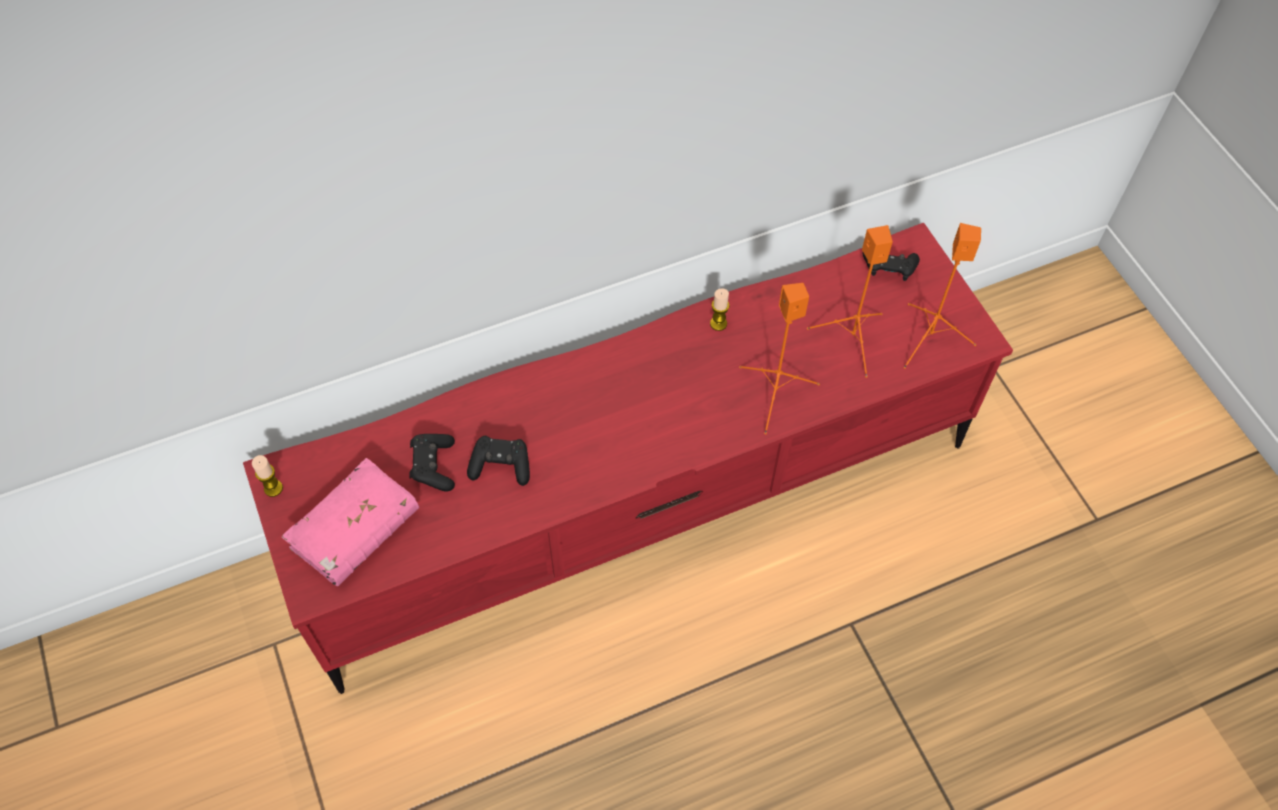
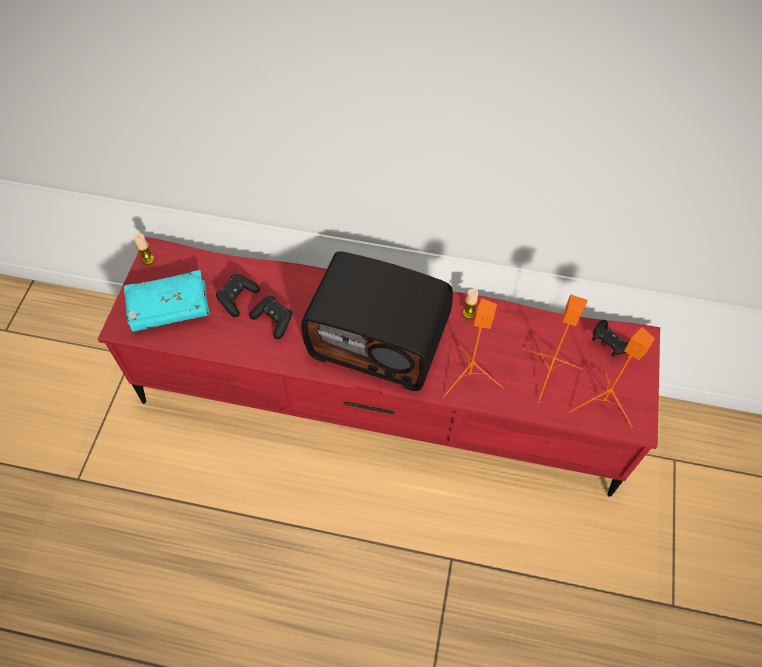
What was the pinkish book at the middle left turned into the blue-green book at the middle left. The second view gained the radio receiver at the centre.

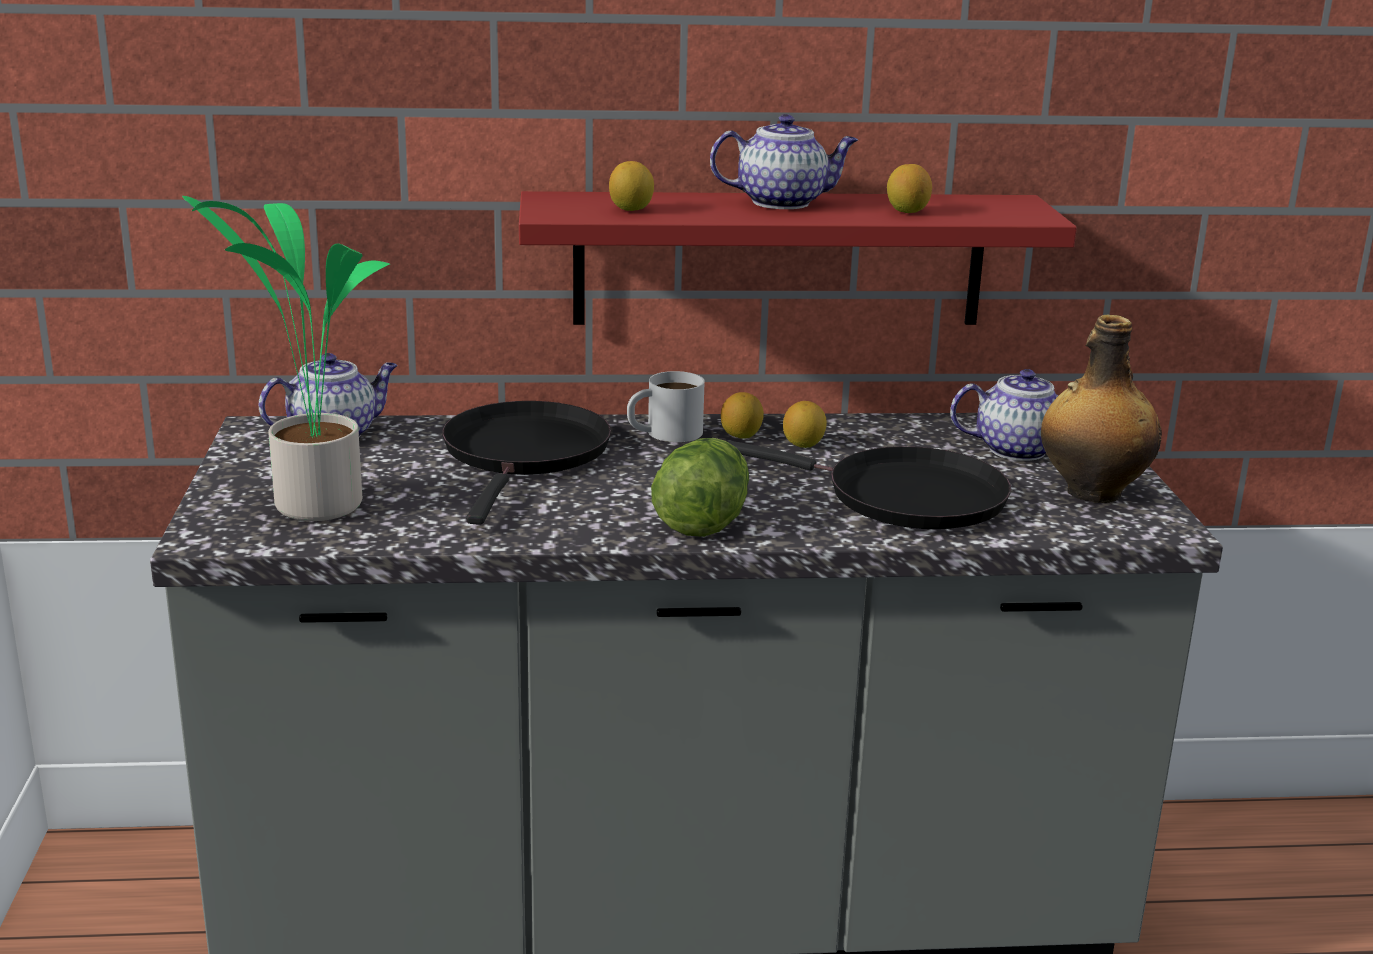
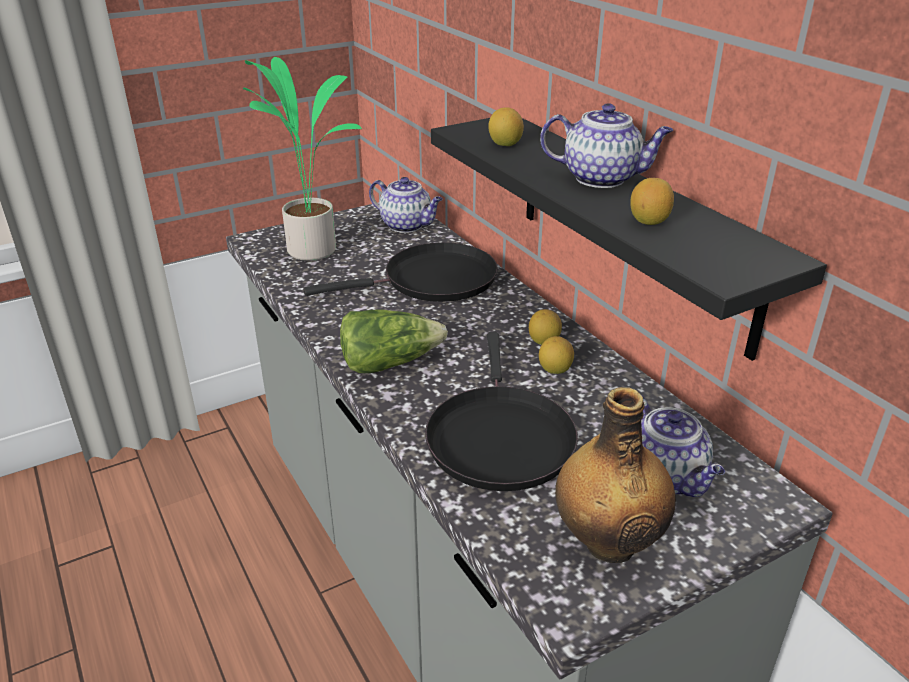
What was the reddish shelf at the top centre turned into the black shelf at the middle right. The second view lost the white mug at the centre. The tea pot (no. 2 from left) at the top centre ended up facing another way, 45 degrees counterclockwise from before.

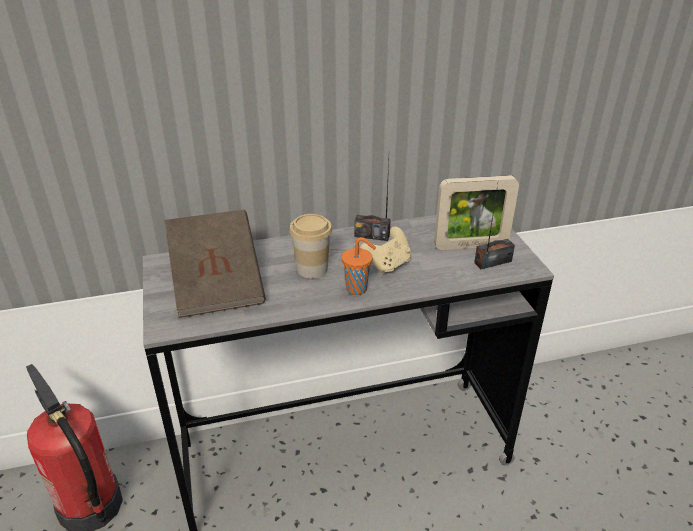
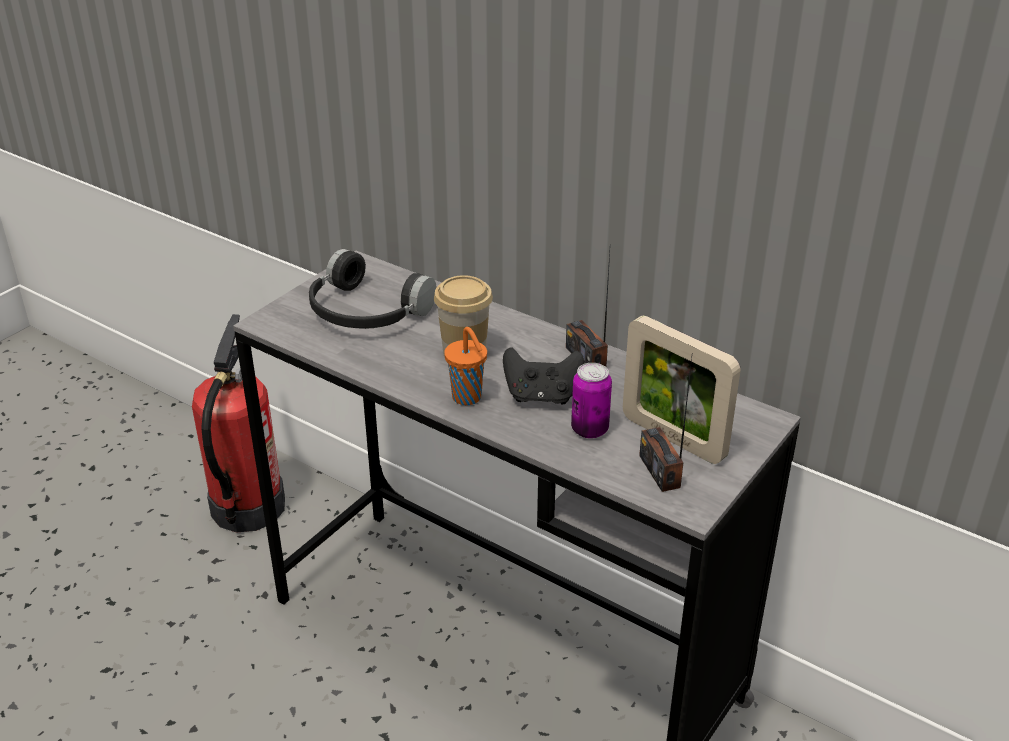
Where the brownish book stood at the middle left, the black headset came to stand at the centre. What was the beige-coloured joypad at the centre turned into the black joypad at the centre. The radio receiver (no. 2 from left) at the middle right ended up facing another way, 135 degrees counterclockwise from before. The second view gained the sealed can at the centre.

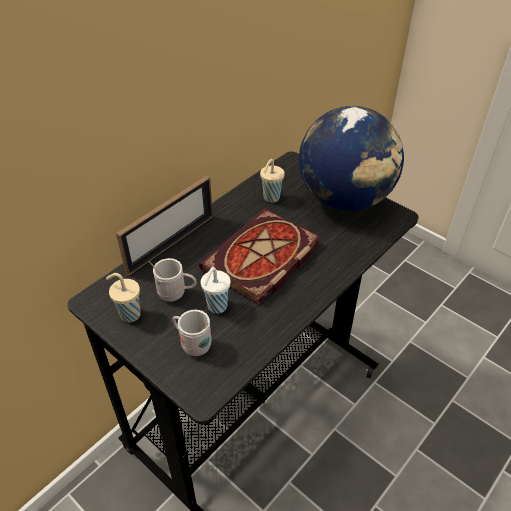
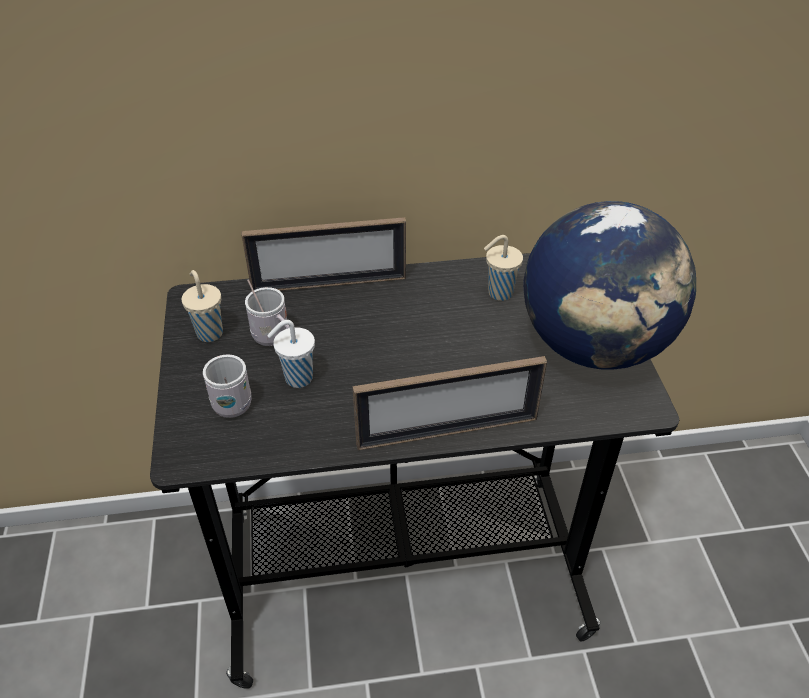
The second view lost the book at the centre. The second view gained the picture frame (no. 2 from left) at the centre.

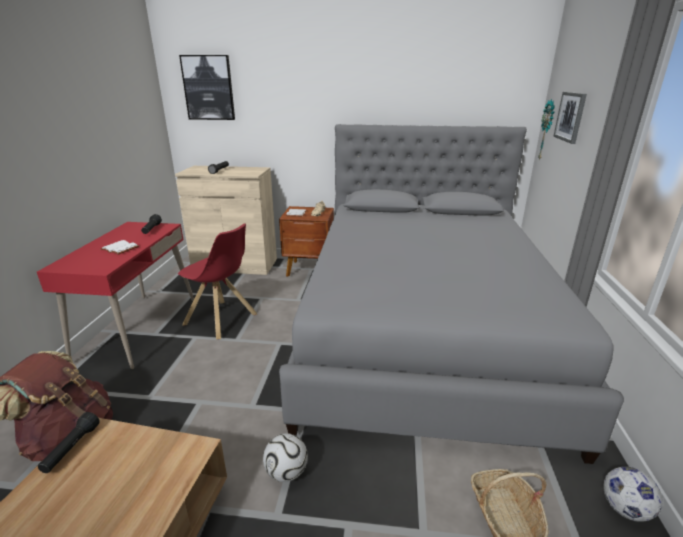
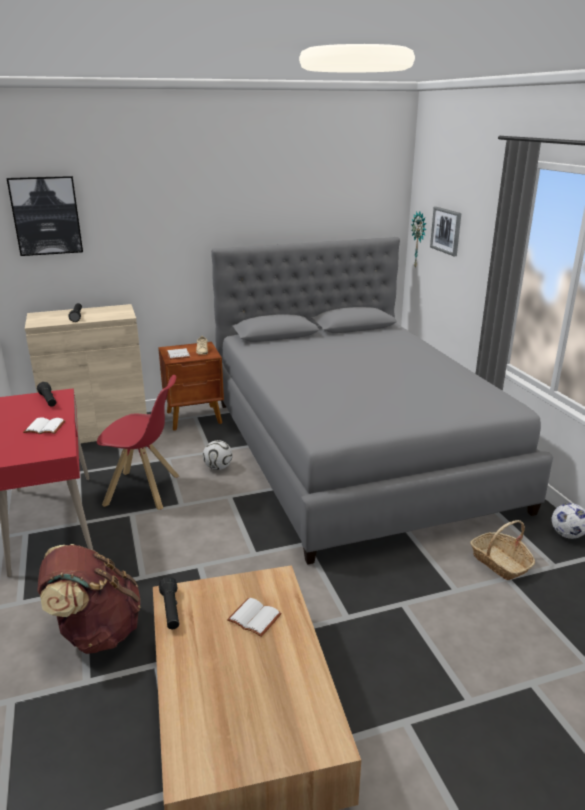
The football ball (no. 1 from left) ended up elsewhere, having gone from the bottom centre to the centre. The second view gained the white book (no. 3 from left) at the bottom centre.

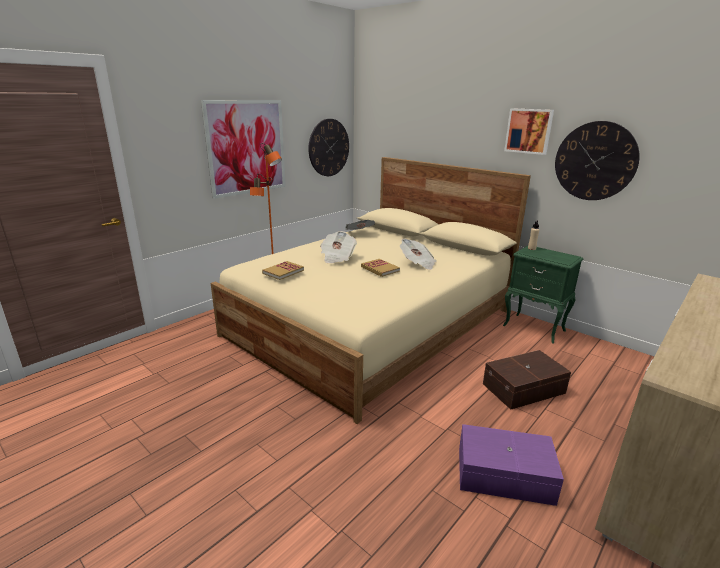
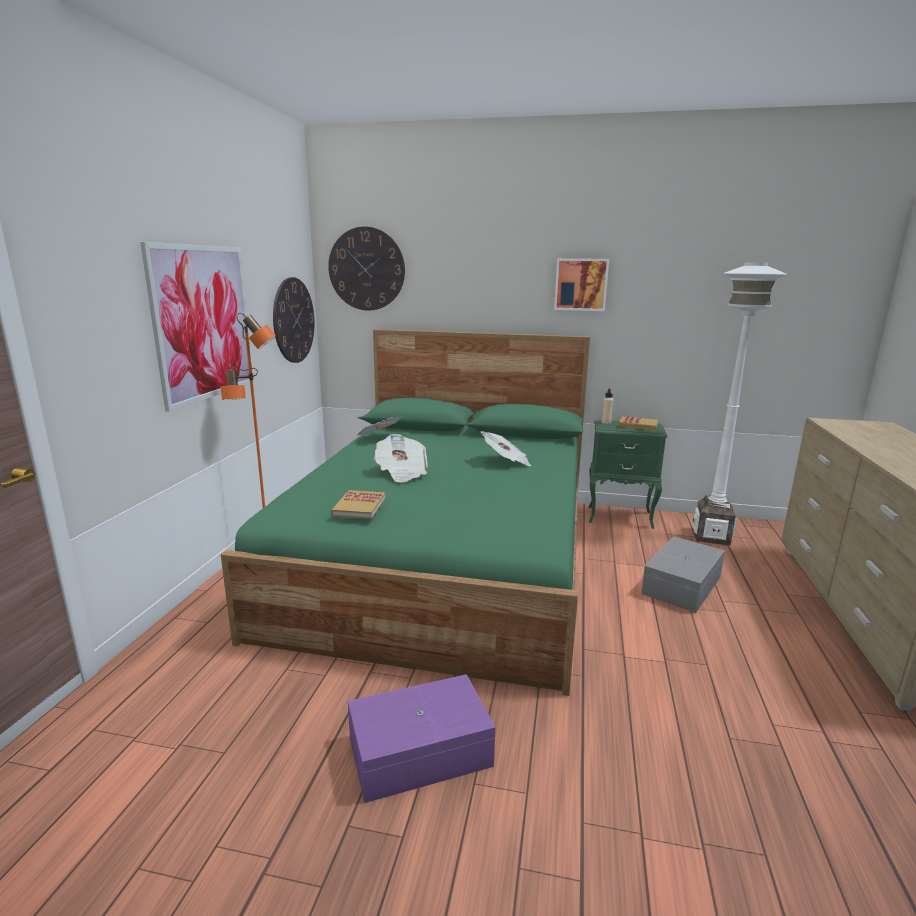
What was the beige-coloured bedroom bed at the centre turned into the green bedroom bed at the centre. The book (no. 2 from left) ended up elsewhere, having gone from the centre to the middle right. The purplish storage bin ended up elsewhere, having gone from the bottom right to the bottom centre. What was the brownish storage bin at the bottom right turned into the greyish storage bin at the middle right. The clock on the wall (no. 2 from left) ended up elsewhere, having gone from the top right to the top centre. The second view gained the white standard lamp at the middle right.

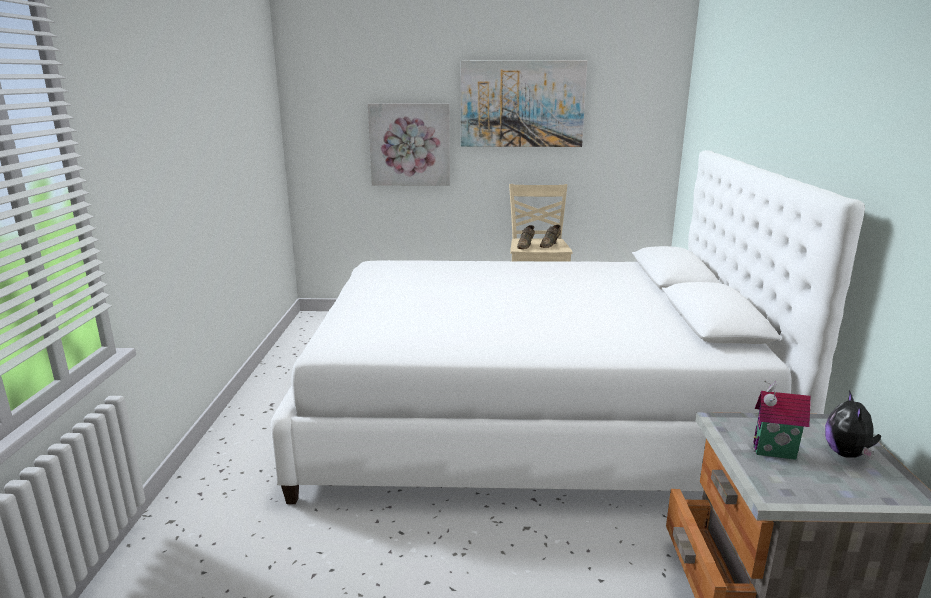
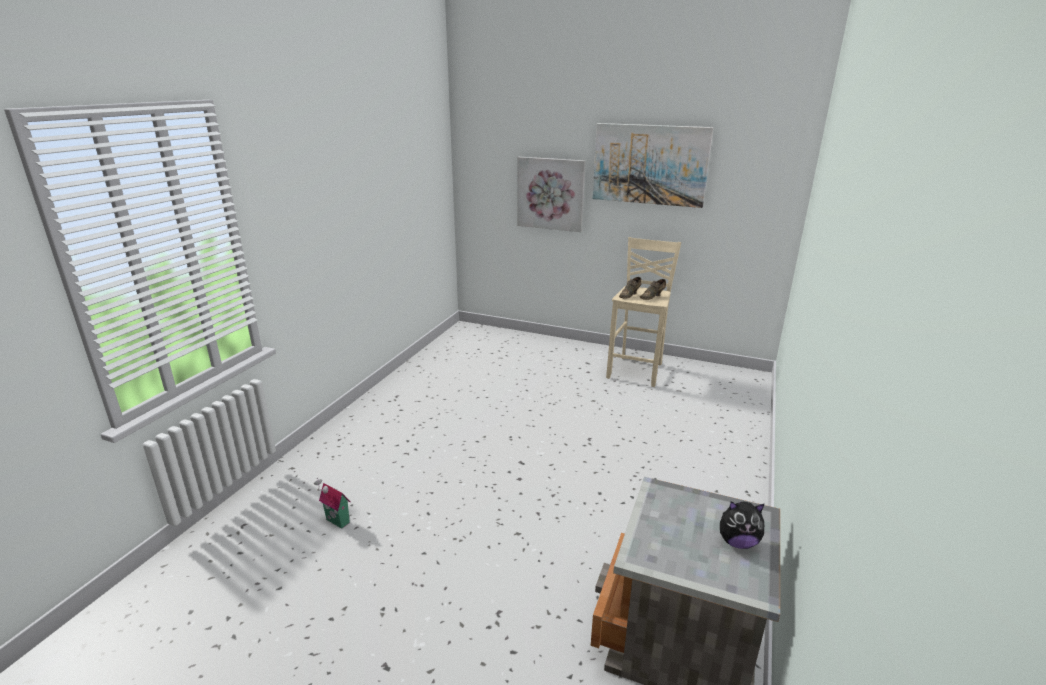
The second view lost the white bedroom bed at the centre. The toy house ended up elsewhere, having gone from the bottom right to the bottom left. The cuddly toy at the bottom right ended up facing another way, 120 degrees counterclockwise from before.

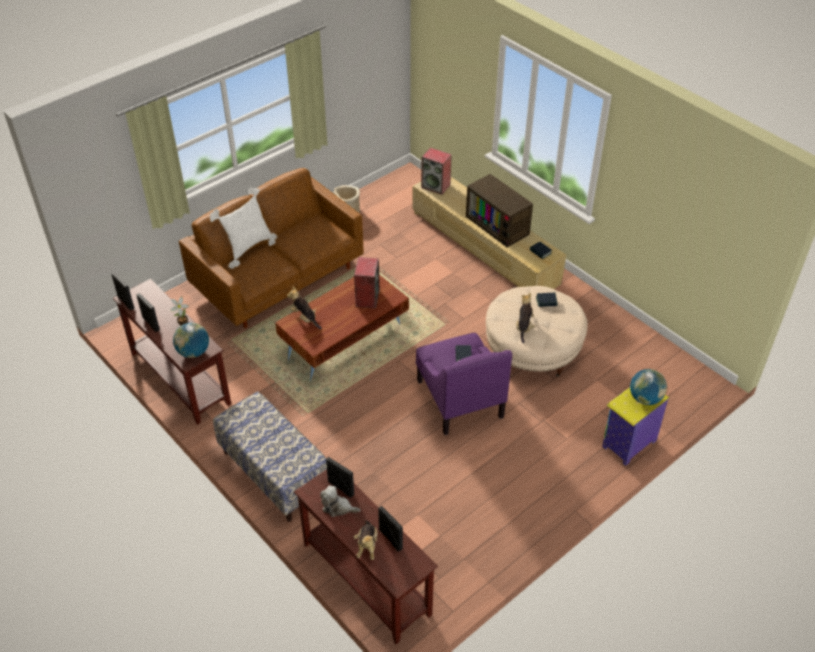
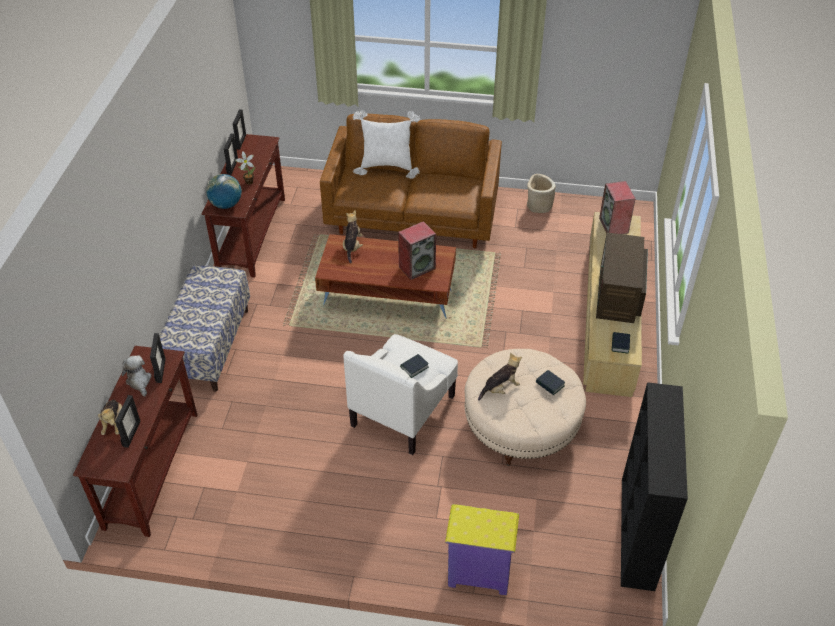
The cuddly toy (no. 3 from left in the first image) at the bottom centre ended up facing another way, 60 degrees counterclockwise from before. What was the purplish lounge chair at the centre turned into the white lounge chair at the centre. The second view lost the world globe (no. 2 from left) at the middle right. The second view gained the black shelving unit at the bottom right.

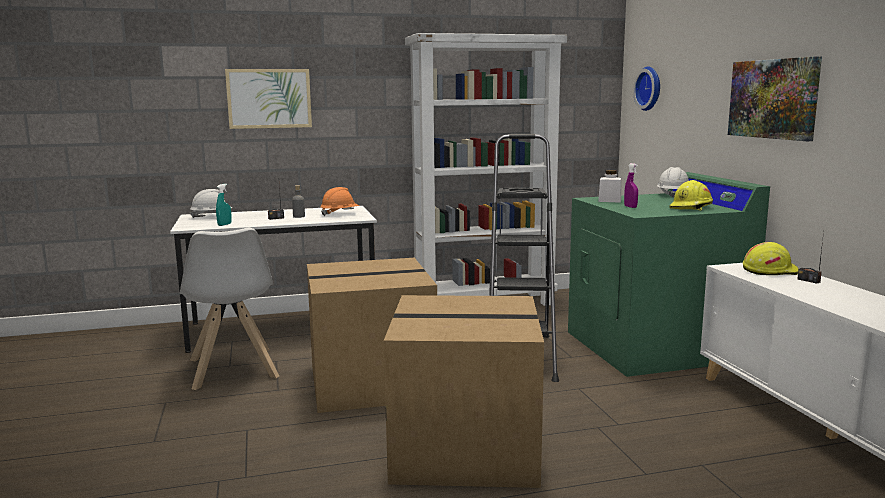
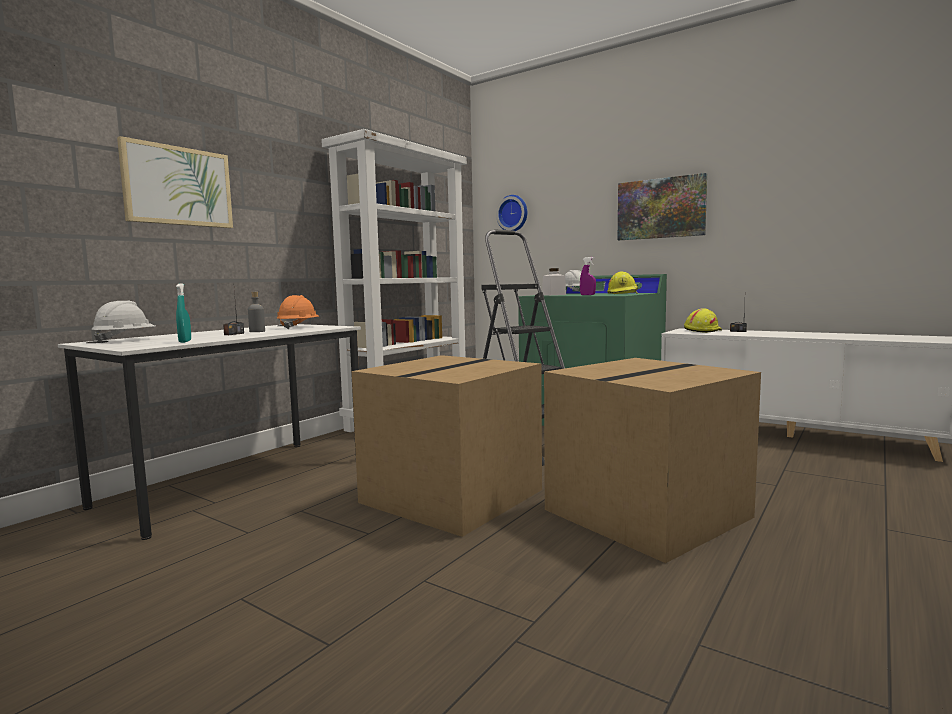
The second view lost the plain chair at the middle left.

